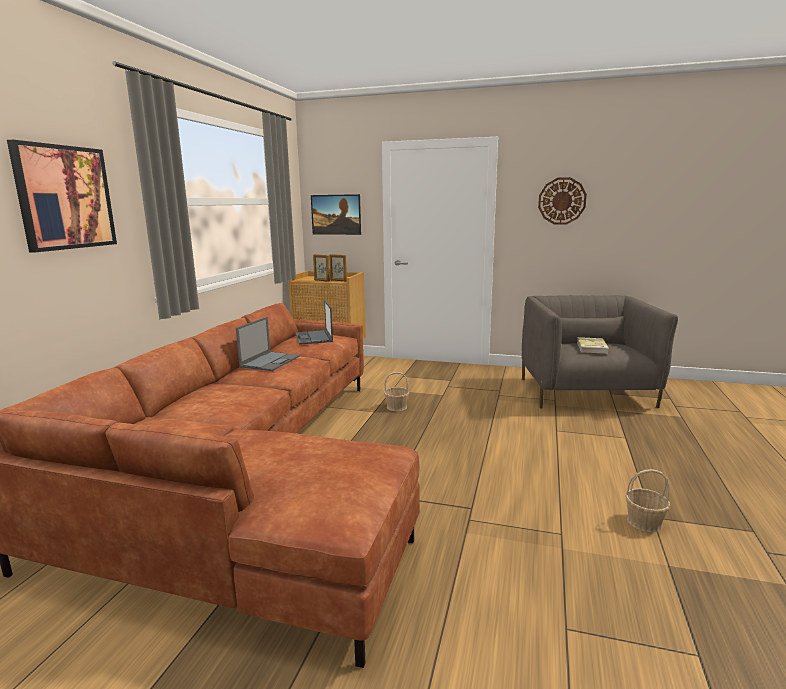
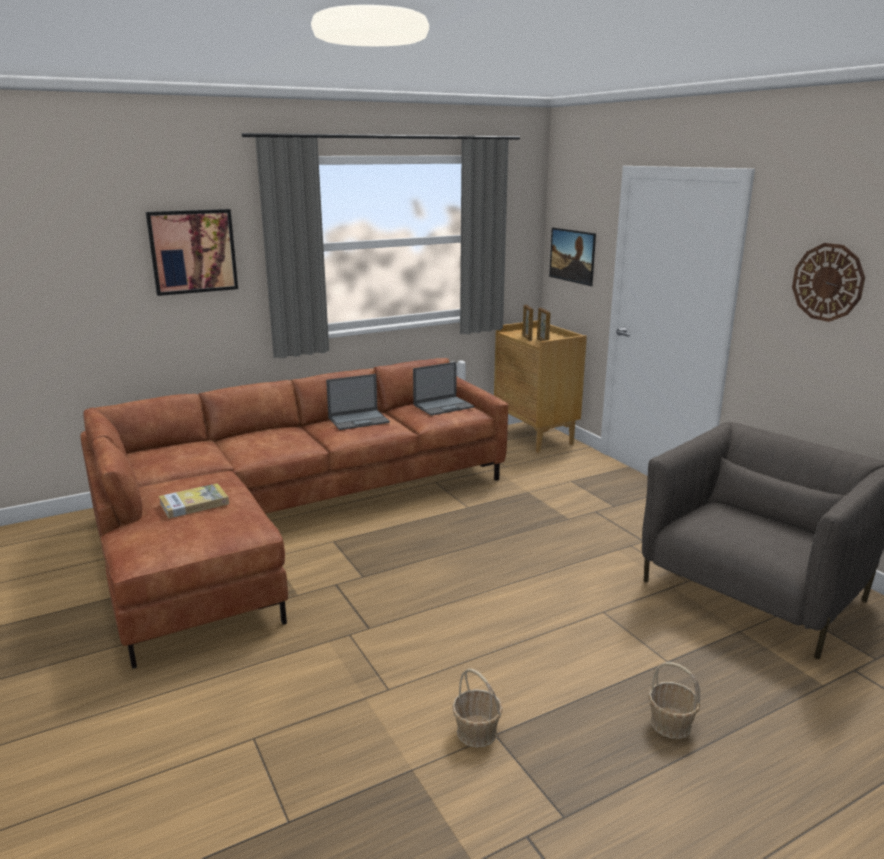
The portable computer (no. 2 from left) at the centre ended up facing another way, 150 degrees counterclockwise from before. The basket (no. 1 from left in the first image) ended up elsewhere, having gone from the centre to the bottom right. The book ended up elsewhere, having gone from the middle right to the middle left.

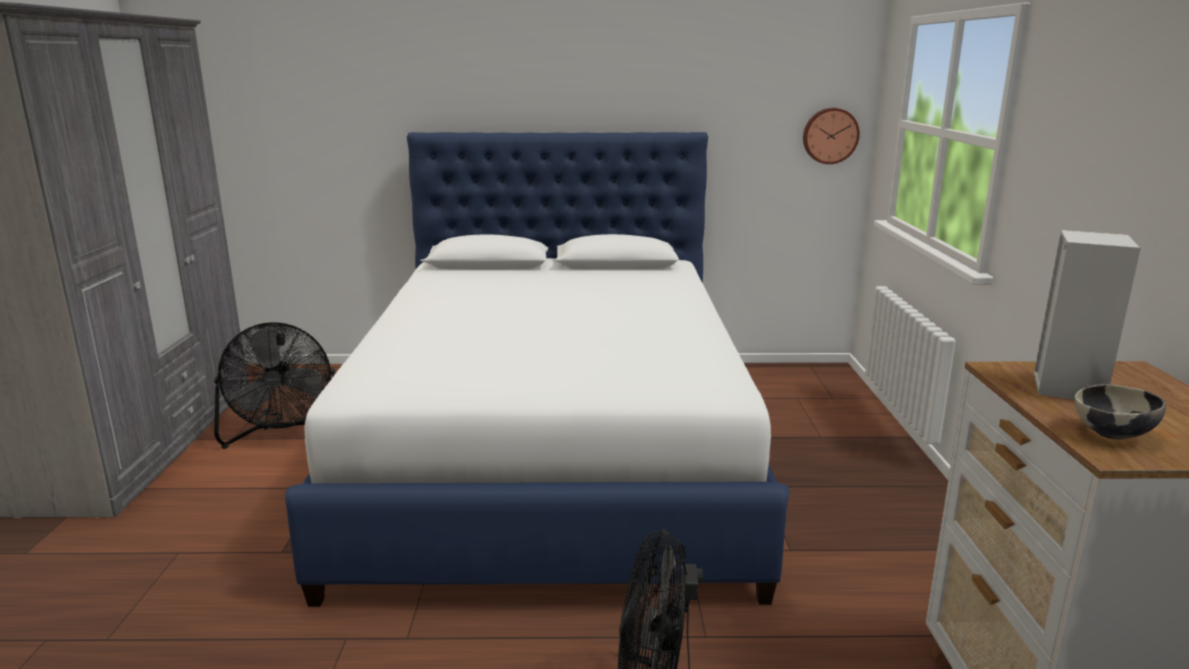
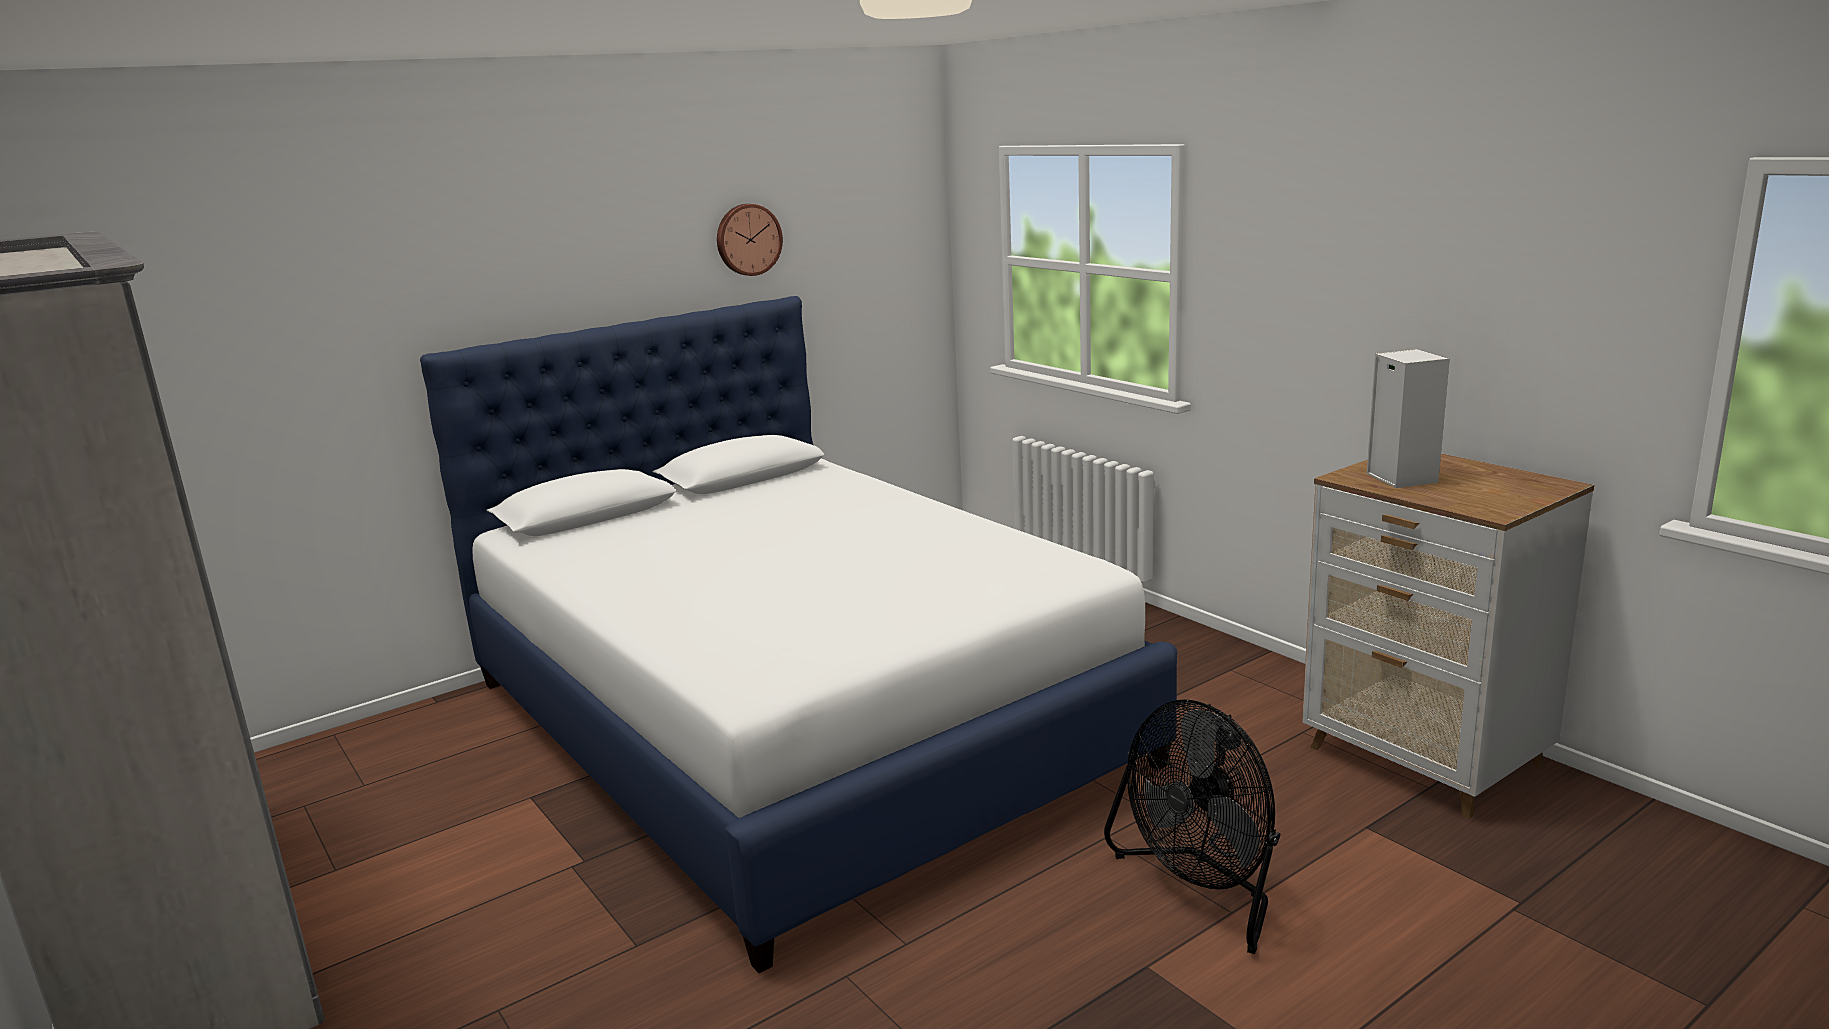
The second view lost the black cooling fan (no. 1 from left) at the middle left. The clock on the wall ended up elsewhere, having gone from the top right to the top centre. The second view lost the deep dish at the middle right.

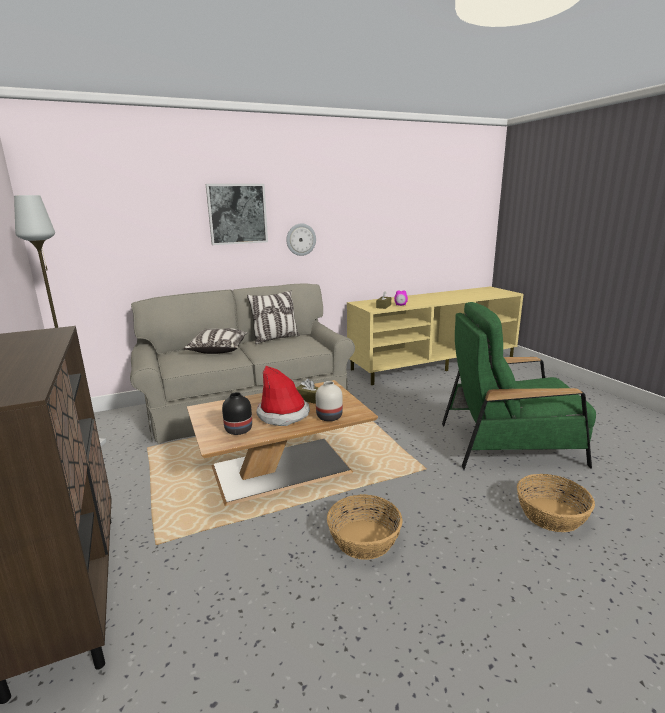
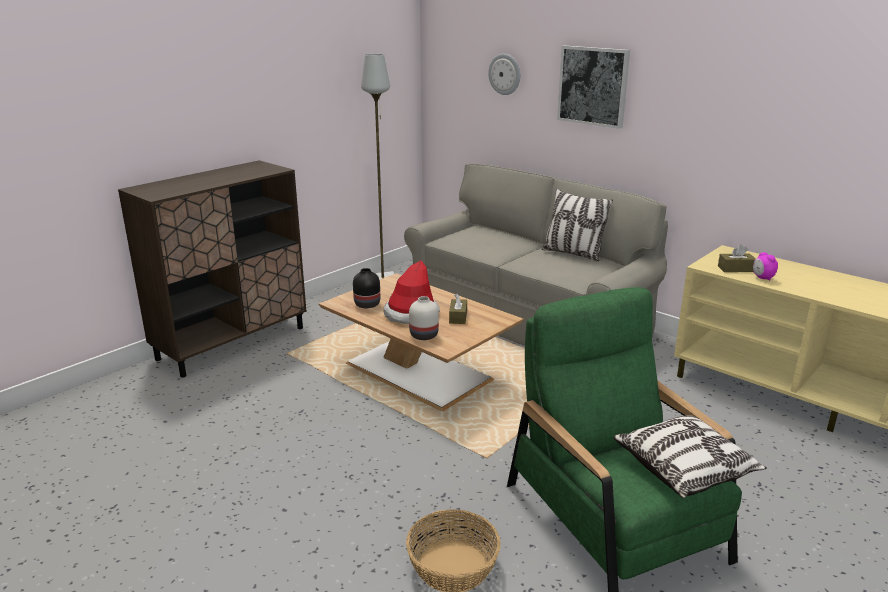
The cushion (no. 1 from left in the first image) ended up elsewhere, having gone from the middle left to the bottom right. The clock on the wall ended up elsewhere, having gone from the centre to the top centre. The second view lost the basket (no. 1 from left) at the bottom centre.

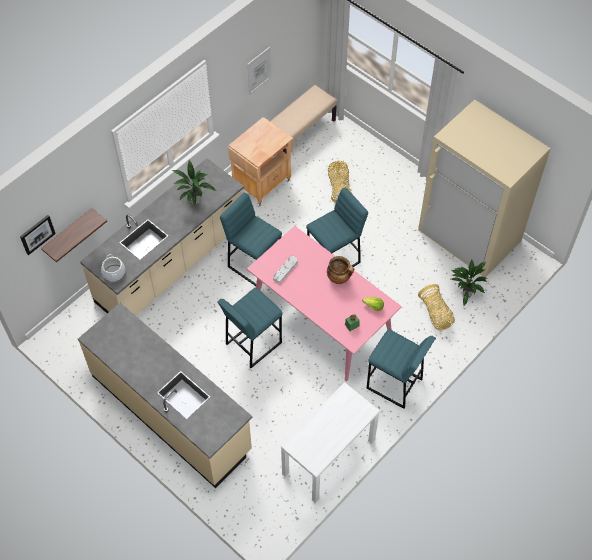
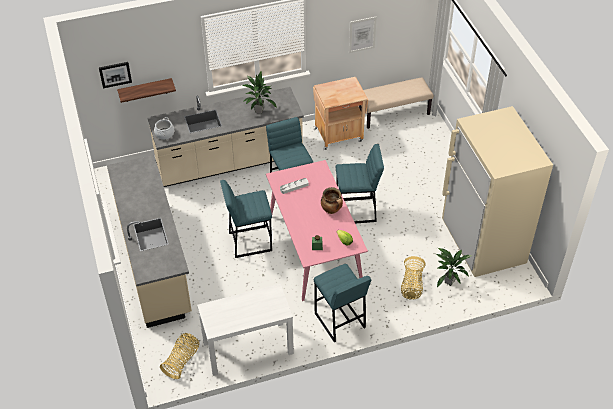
The basket (no. 1 from left) ended up elsewhere, having gone from the top centre to the bottom left.

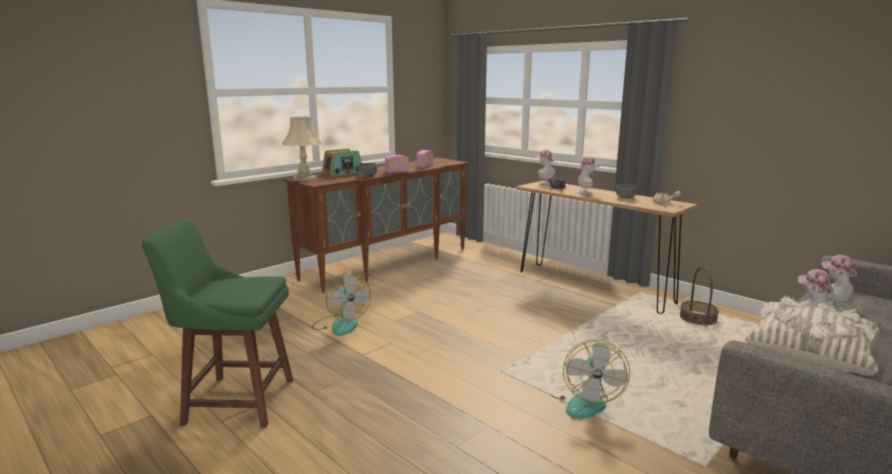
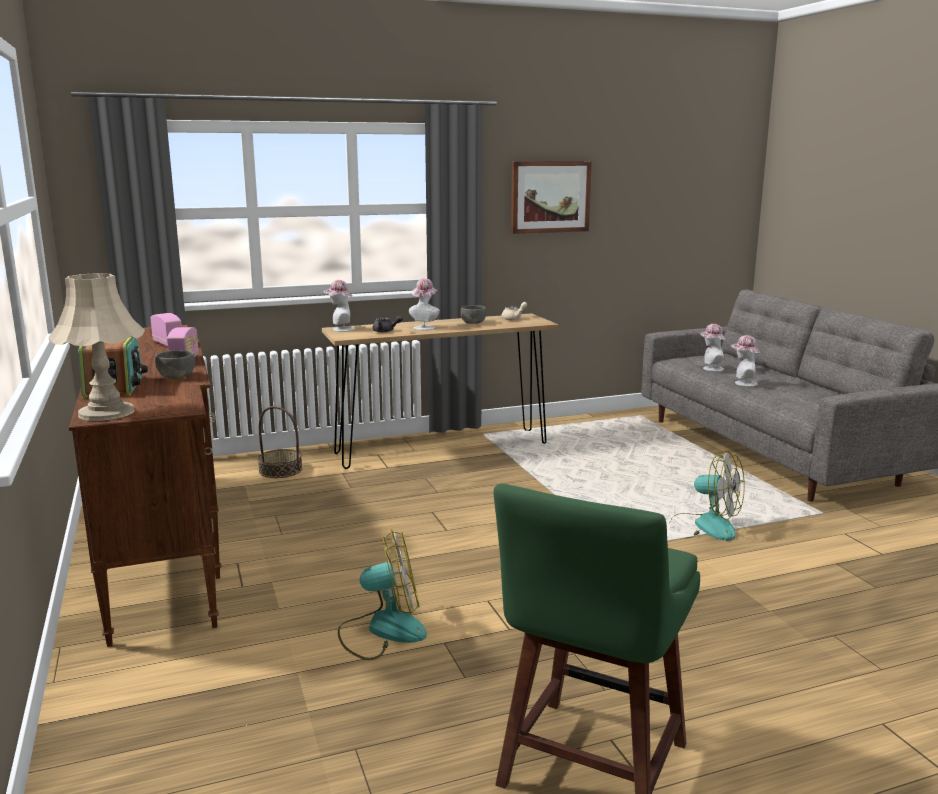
The basket ended up elsewhere, having gone from the middle right to the middle left. The second view lost the beige-coloured cushion at the bottom right. The second view gained the picture at the top centre.

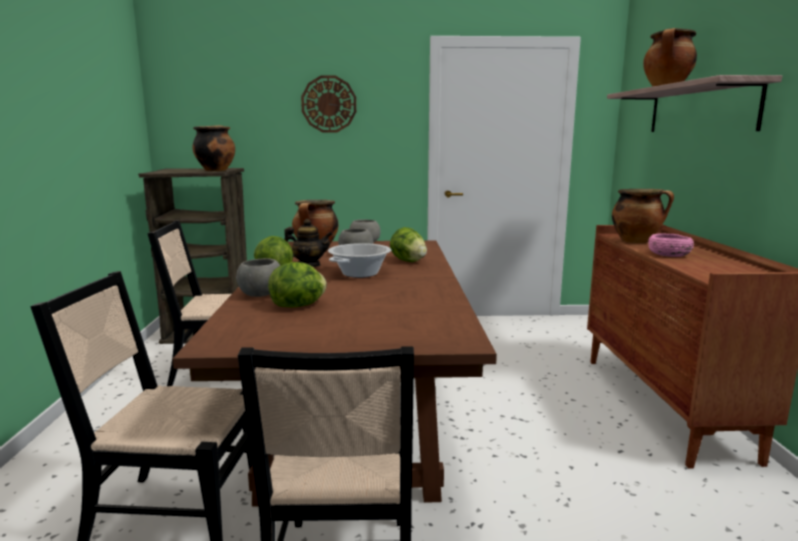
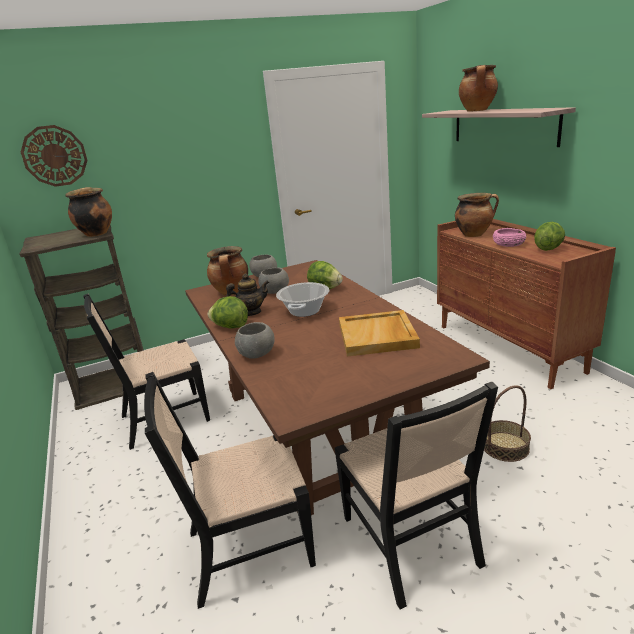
The head of lettuce (no. 2 from left in the first image) ended up elsewhere, having gone from the centre to the middle right. The clock on the wall ended up elsewhere, having gone from the top centre to the top left. The second view gained the beige-coloured tray at the centre. The second view gained the basket at the bottom right.

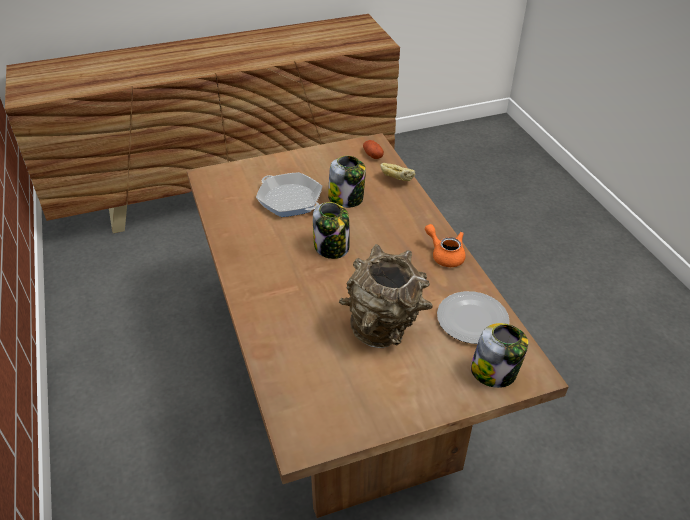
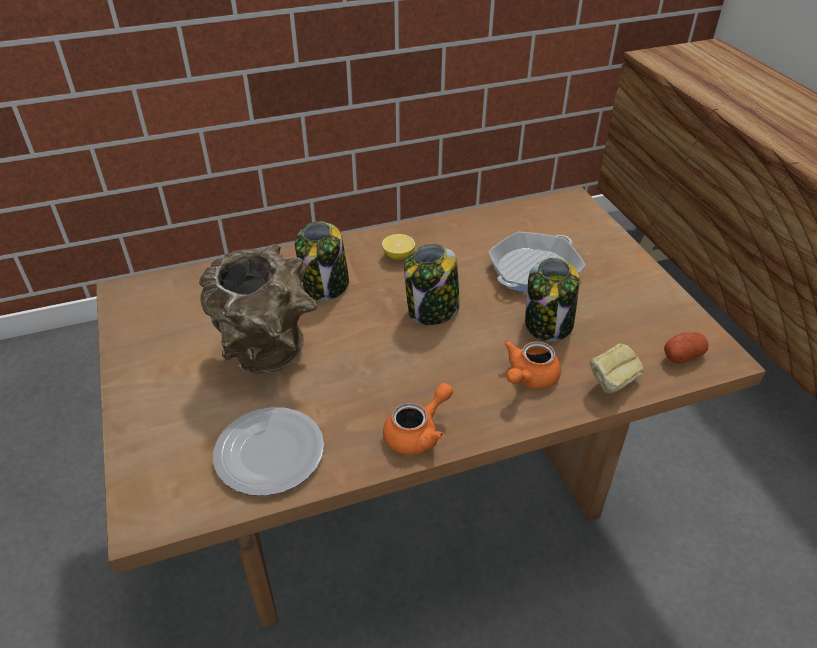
The jar (no. 3 from left in the first image) ended up elsewhere, having gone from the bottom right to the centre. The second view gained the citrus fruit at the centre. The second view gained the orange tea pot (no. 2 from left) at the centre.

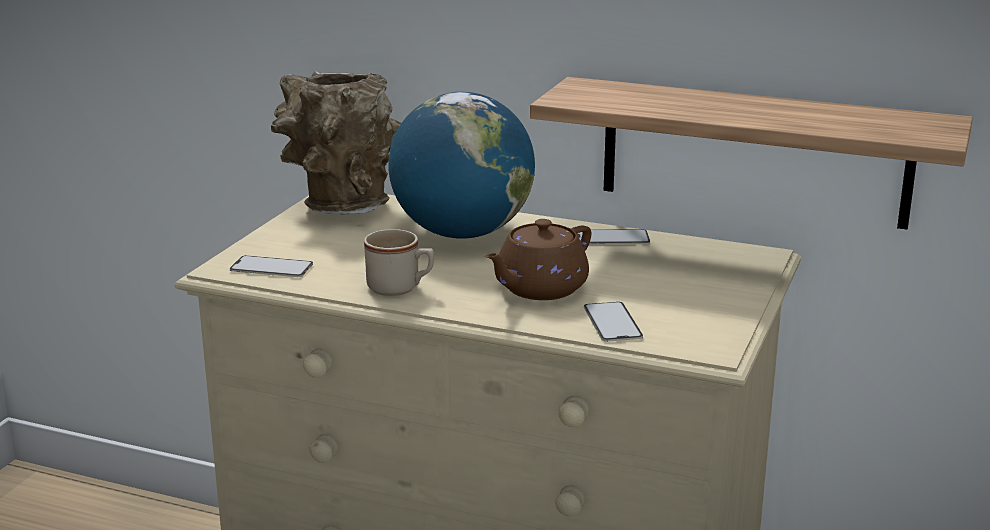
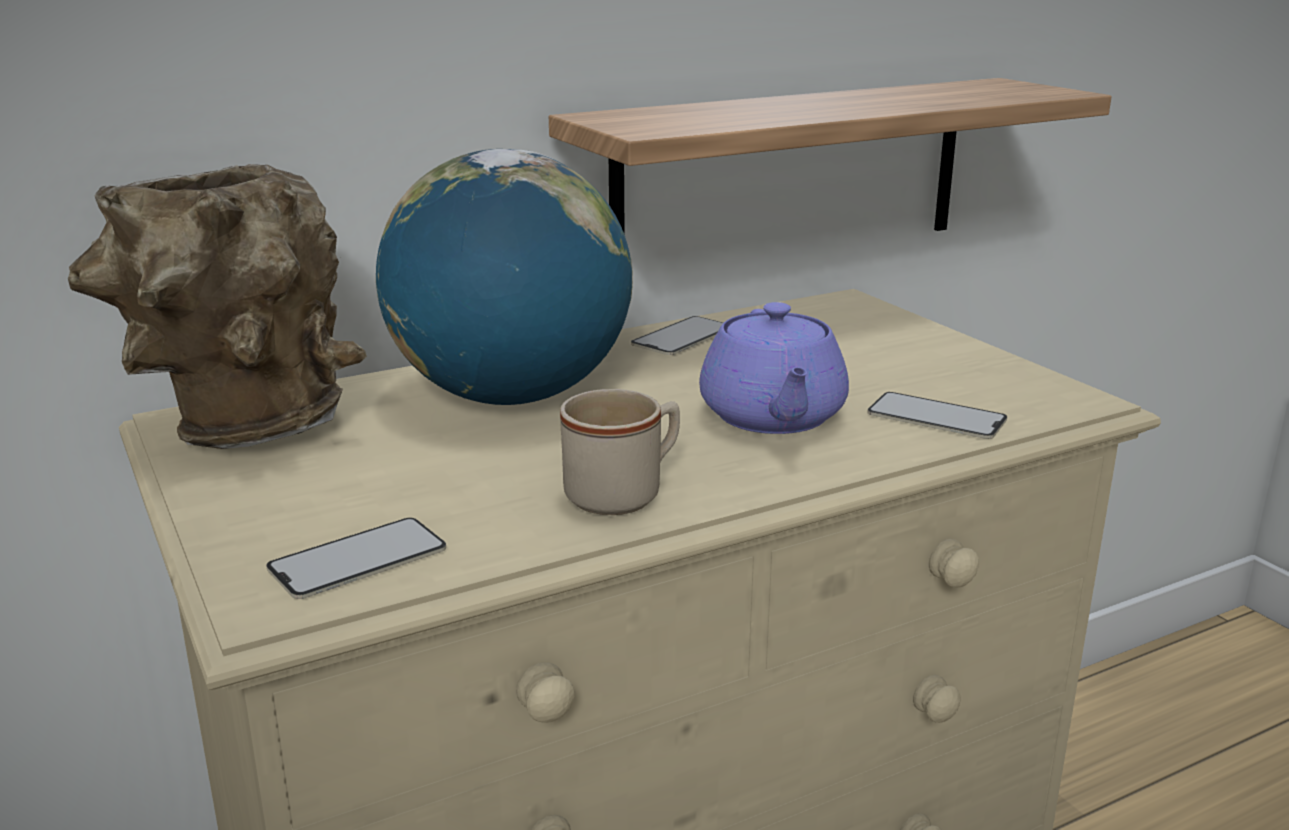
What was the brownish tea pot at the centre turned into the purplish tea pot at the centre.

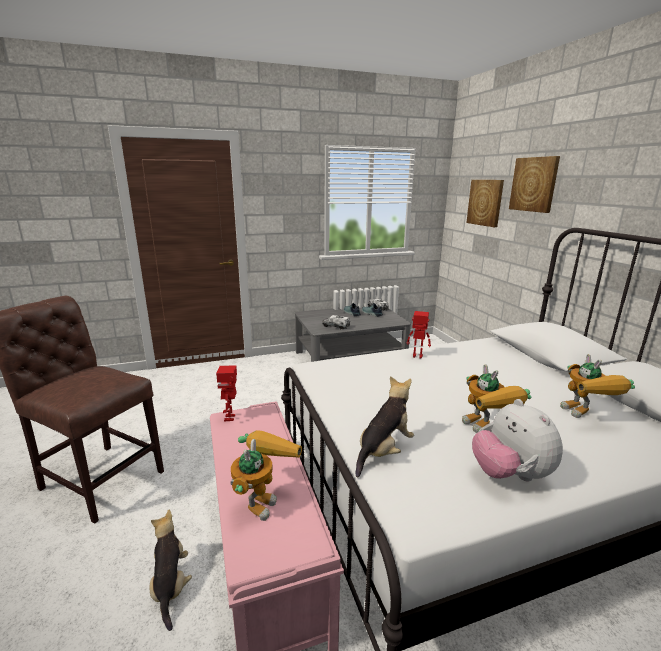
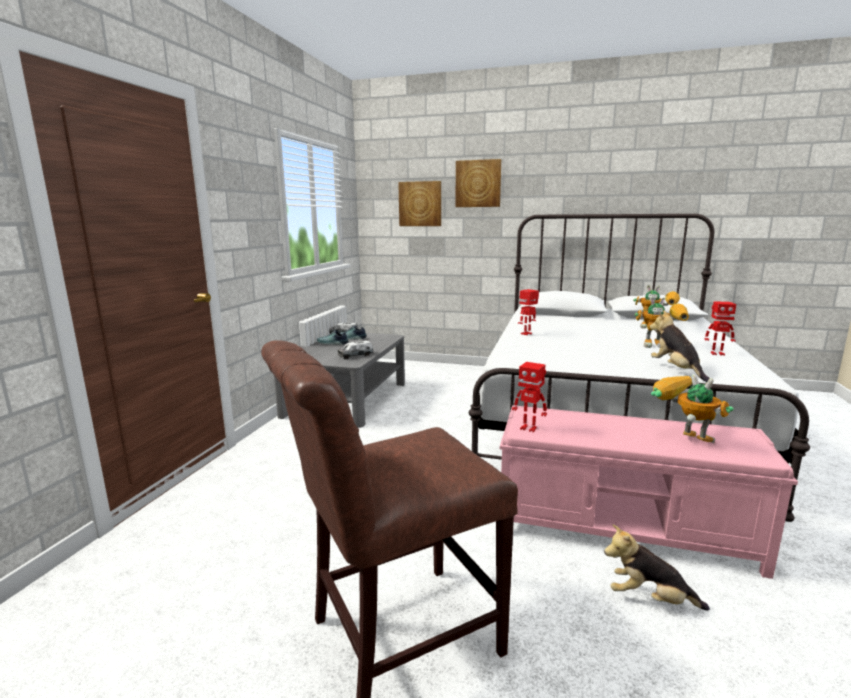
Where the cuddly toy (no. 3 from left) stood at the bottom right, the toy robot (no. 6 from left) came to stand at the middle right.

